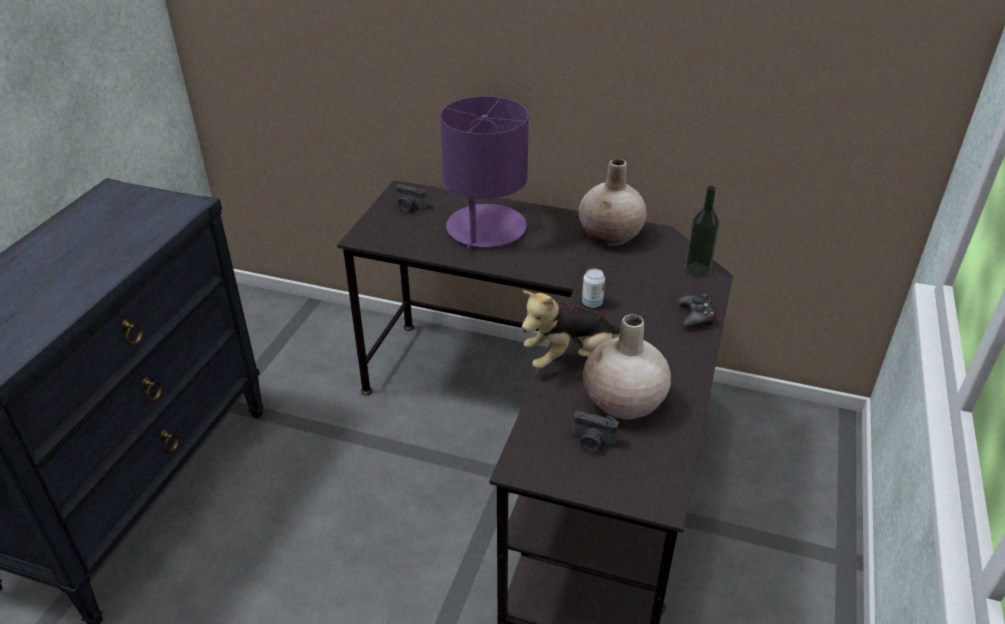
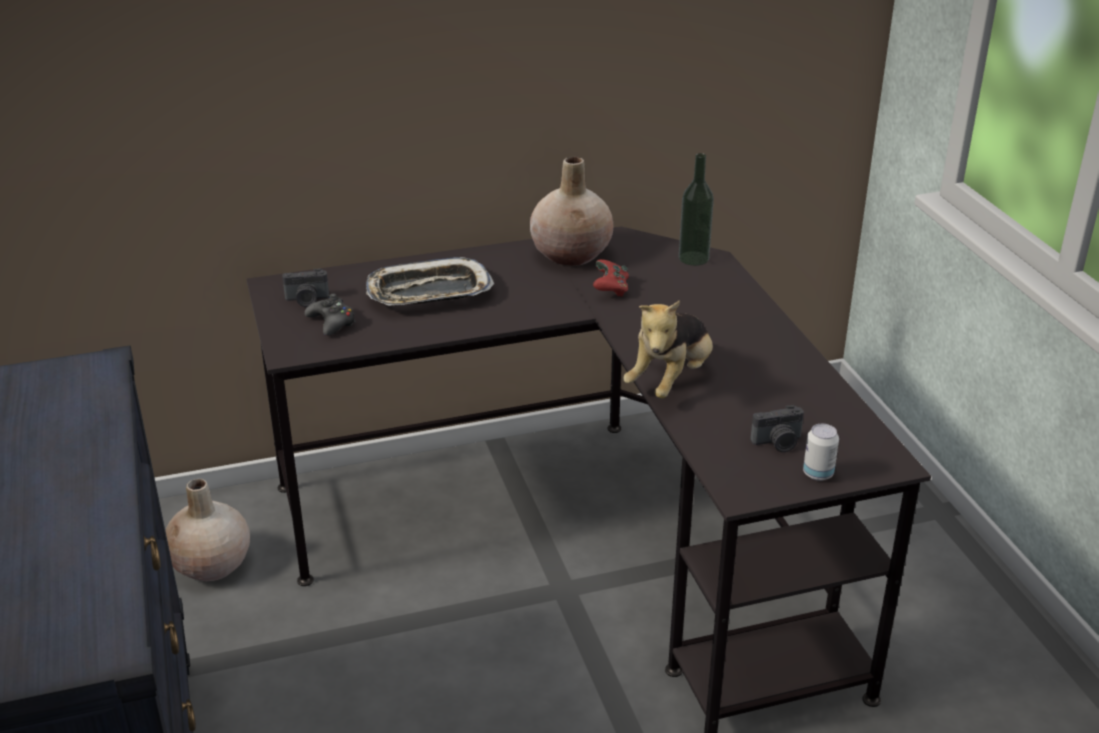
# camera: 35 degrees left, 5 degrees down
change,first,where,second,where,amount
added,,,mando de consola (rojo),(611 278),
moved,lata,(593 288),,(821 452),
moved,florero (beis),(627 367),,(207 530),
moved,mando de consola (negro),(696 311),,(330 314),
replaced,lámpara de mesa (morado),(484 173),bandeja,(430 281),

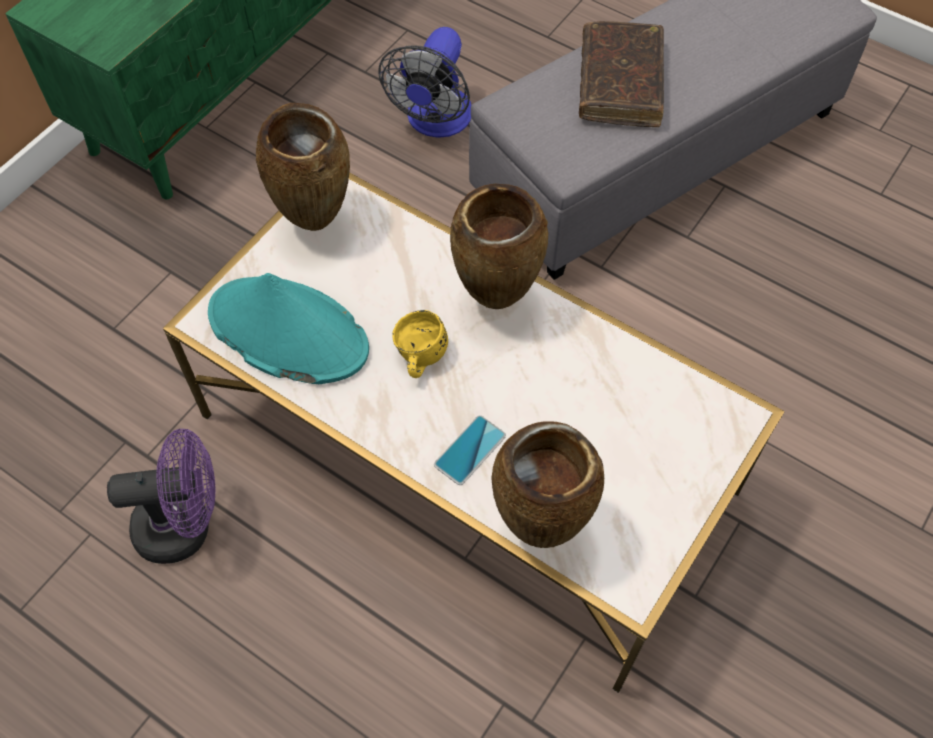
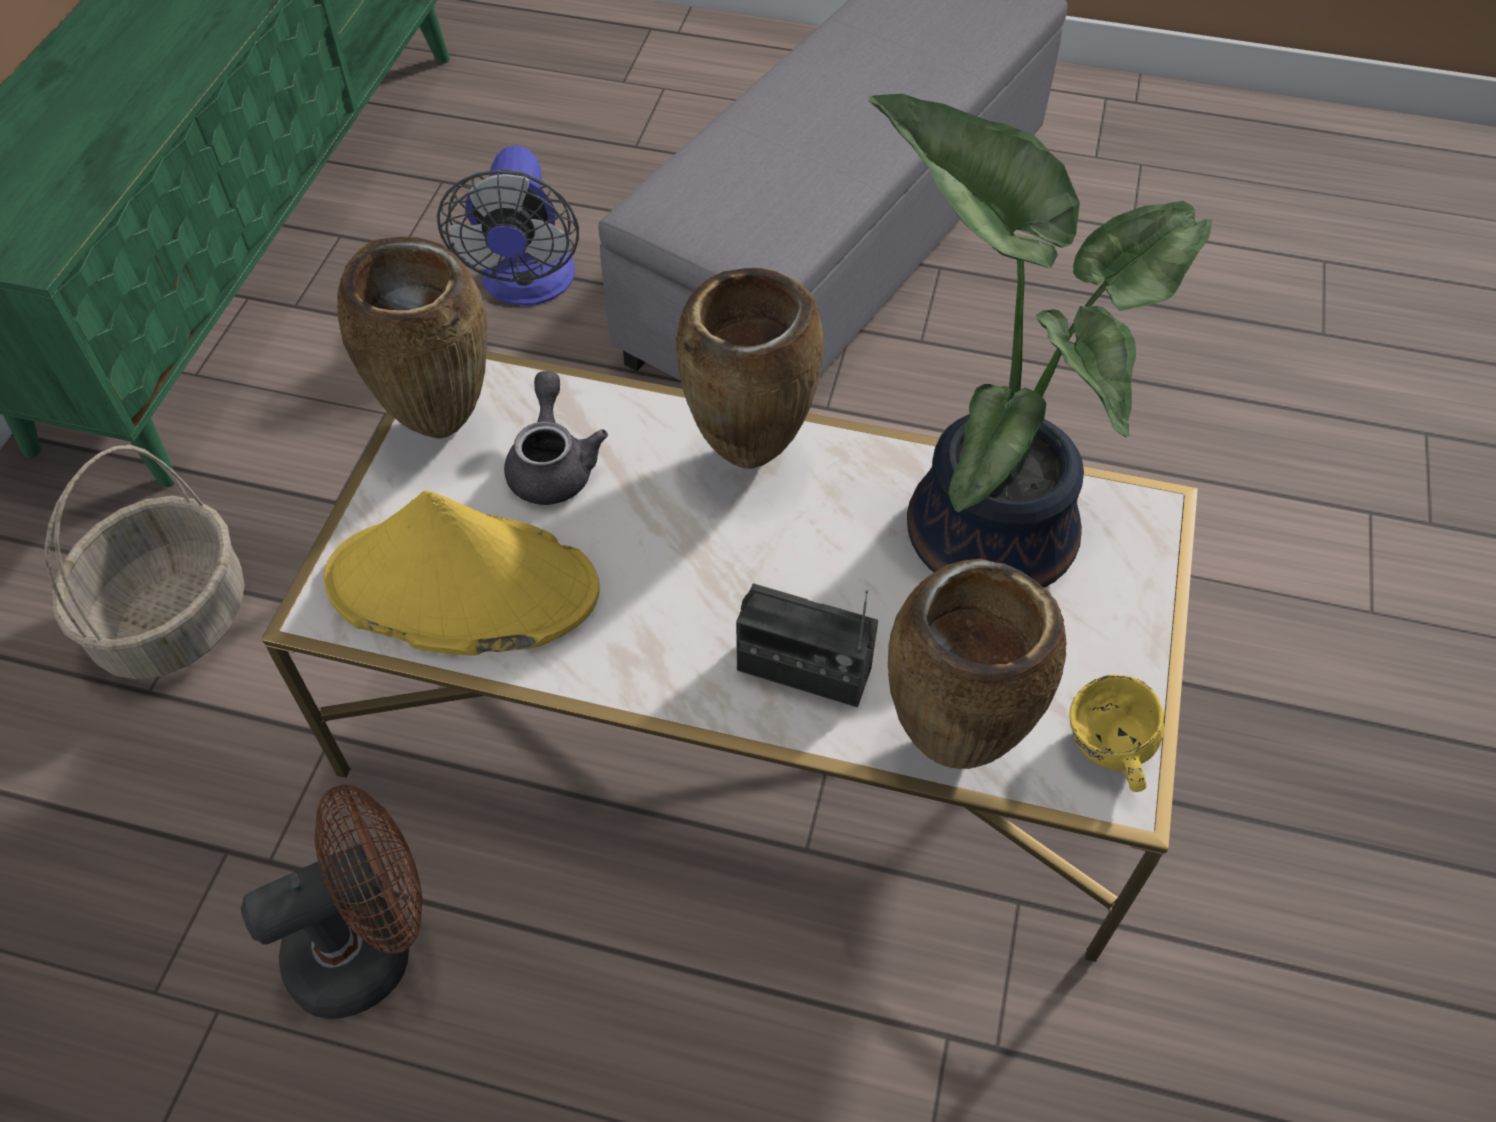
# camera: 20 degrees left, 5 degrees down
change,first,where,second,where,amount
removed,libro (marrón),(621 74),,,
added,,,cesta,(145 562),
added,,,tetera (gris),(556 438),
added,,,planta en maceta,(1040 341),
moved,taza grande (amarillo),(420 344),,(1116 733),
replaced,móvil,(470 450),radio,(807 645),
recoloured,ventilador (morado),(161 496),ventilador (marrón),(331 901),
recoloured,sombrero (turquesa),(288 328),sombrero (amarillo),(462 573),

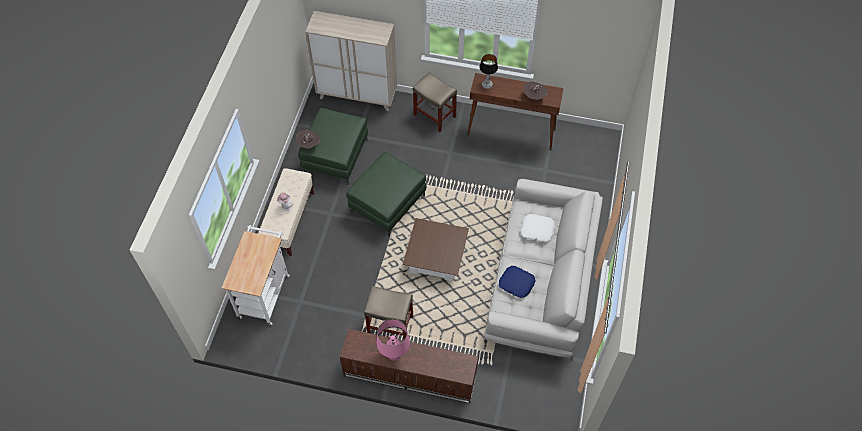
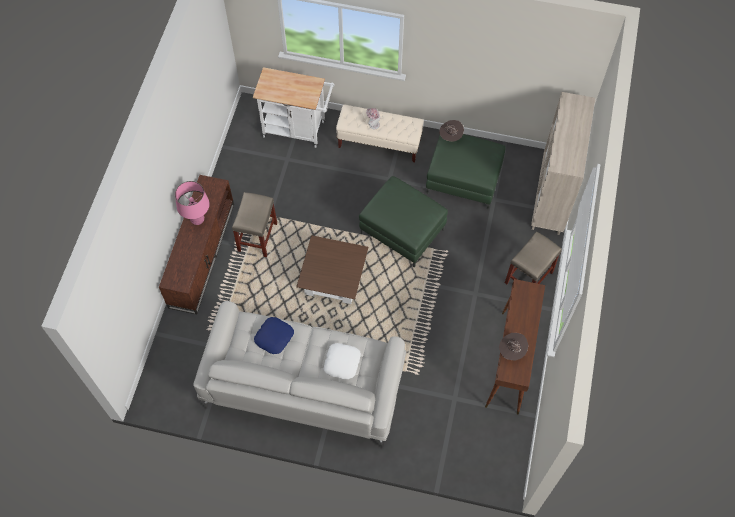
# camera: 90 degrees right, 5 degrees up
change,first,where,second,where,amount
removed,lámpara de mesa,(488 71),,,

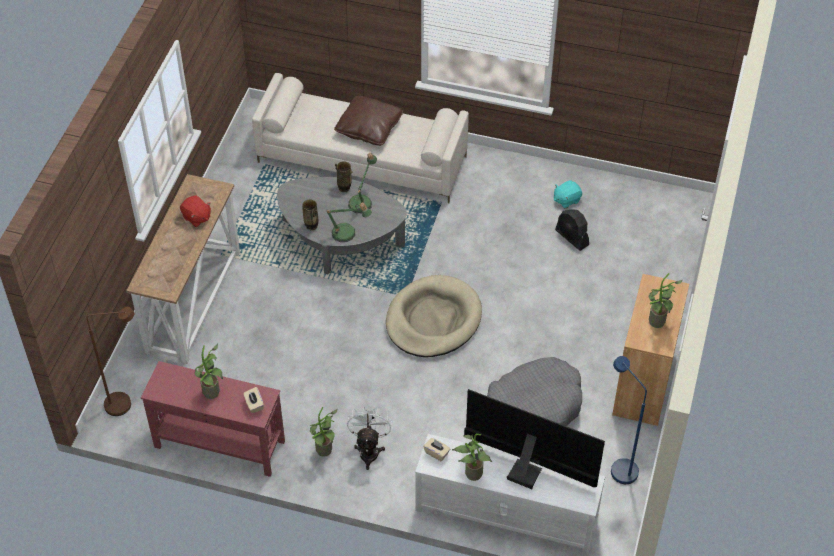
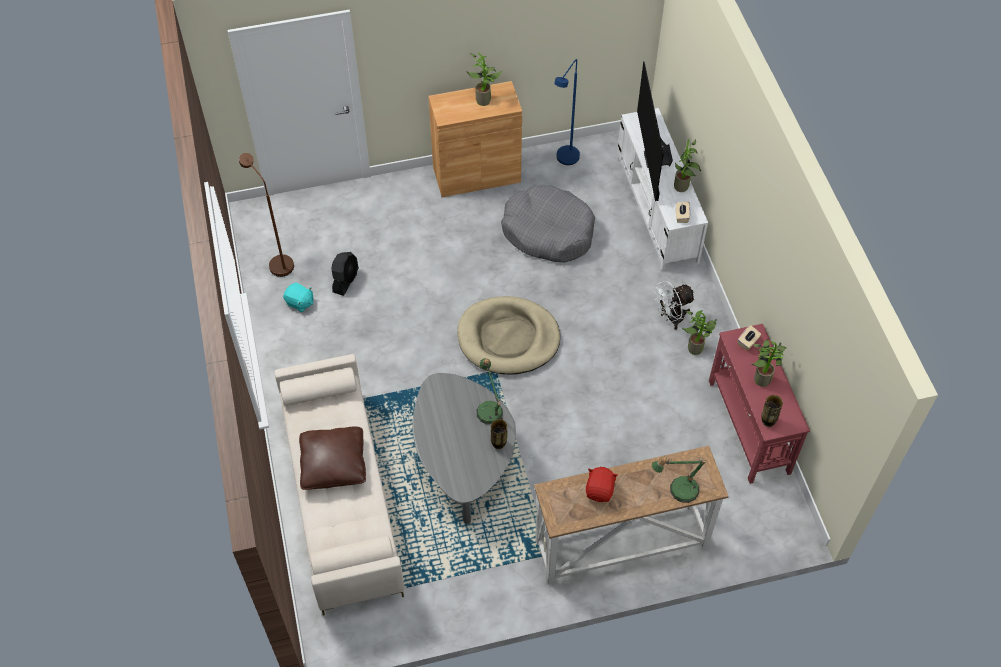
# camera: 120 degrees left, 5 degrees up
change,first,where,second,where,amount
moved,lámpara de pie (marrón),(110 361),,(266 215),
moved,florero,(343 177),,(772 411),
moved,lámpara de mesa,(362 183),,(679 479),

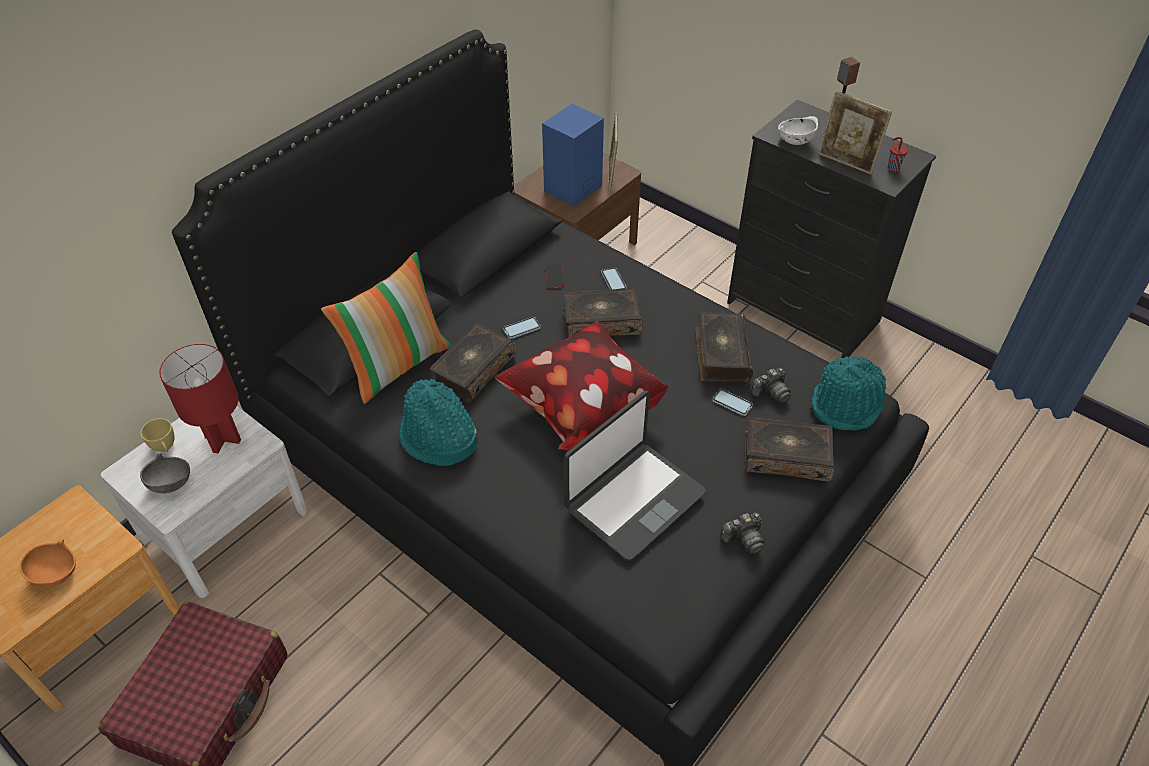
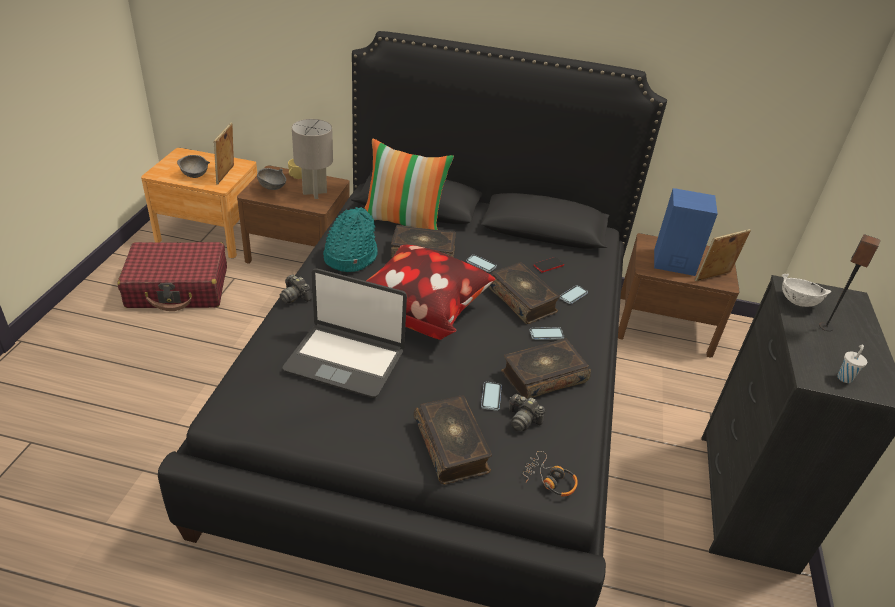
# camera: 60 degrees right, 10 degrees down
change,first,where,second,where,amount
added,,,móvil,(546 333),
moved,cámara,(742 533),,(296 289),
moved,portarretratos,(855 133),,(224 154),
replaced,sombrero (turquesa),(848 393),auriculares,(550 474),
recoloured,cuenco (naranja),(47 563),cuenco (gris),(193 166),
recoloured,mesita de noche (blanco),(204 502),mesita de noche (marrón),(293 215),
recoloured,lámpara de mesa (rojo),(200 398),lámpara de mesa (gris),(312 159),
recoloured,taza (rojo),(898 154),taza (blanco),(852 363),

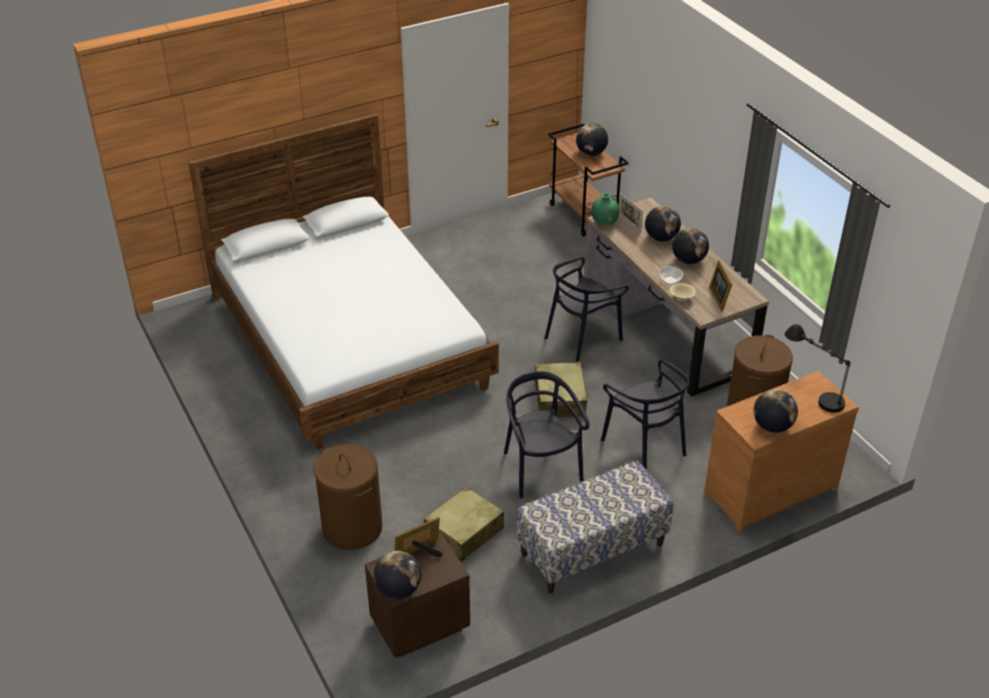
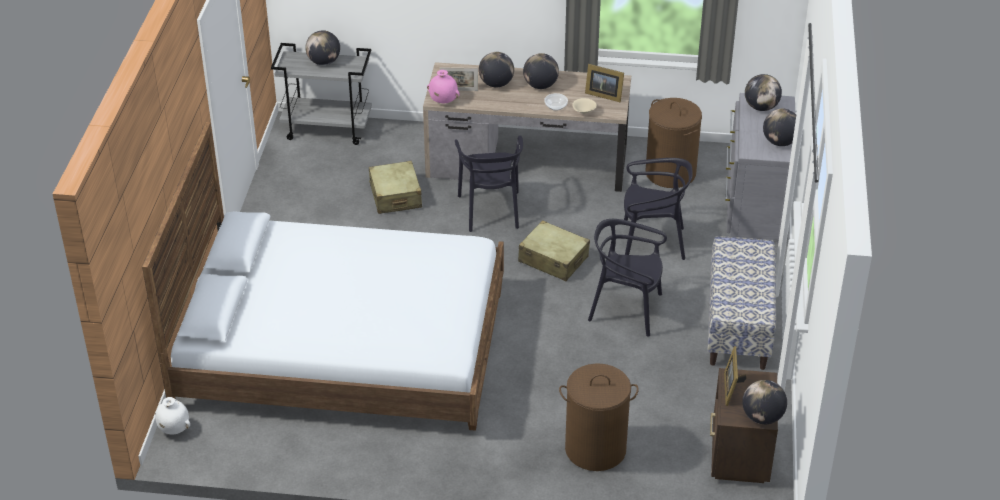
# camera: 55 degrees left, 0 degrees up
change,first,where,second,where,amount
added,,,florero (blanco),(172 416),
moved,maleta (beis),(464 524),,(395 187),
replaced,lámpara de mesa (negro),(818 368),globo terráqueo,(763 92),
recoloured,carrito (marrón),(588 180),carrito (gris),(321 94),
recoloured,florero (verde),(605 208),florero (rosa),(443 86),
recoloured,cómoda (marrón),(781 451),cómoda (gris),(760 168),

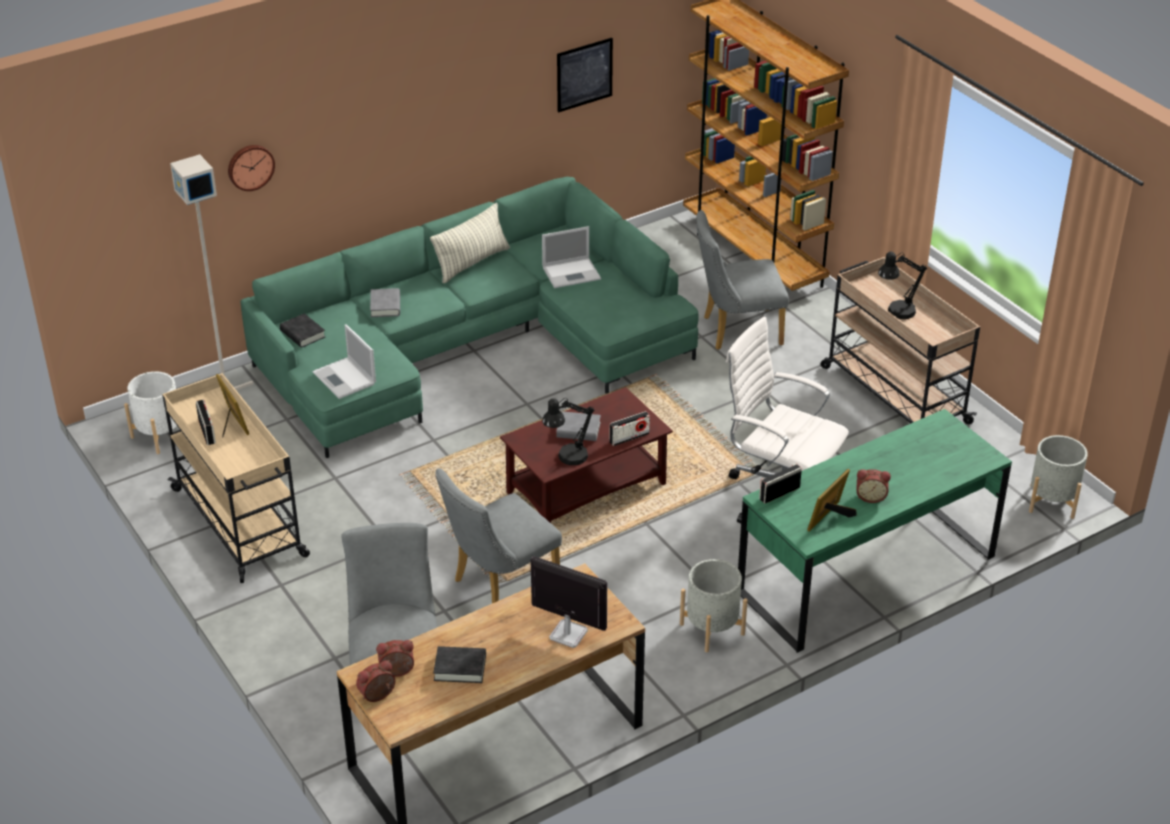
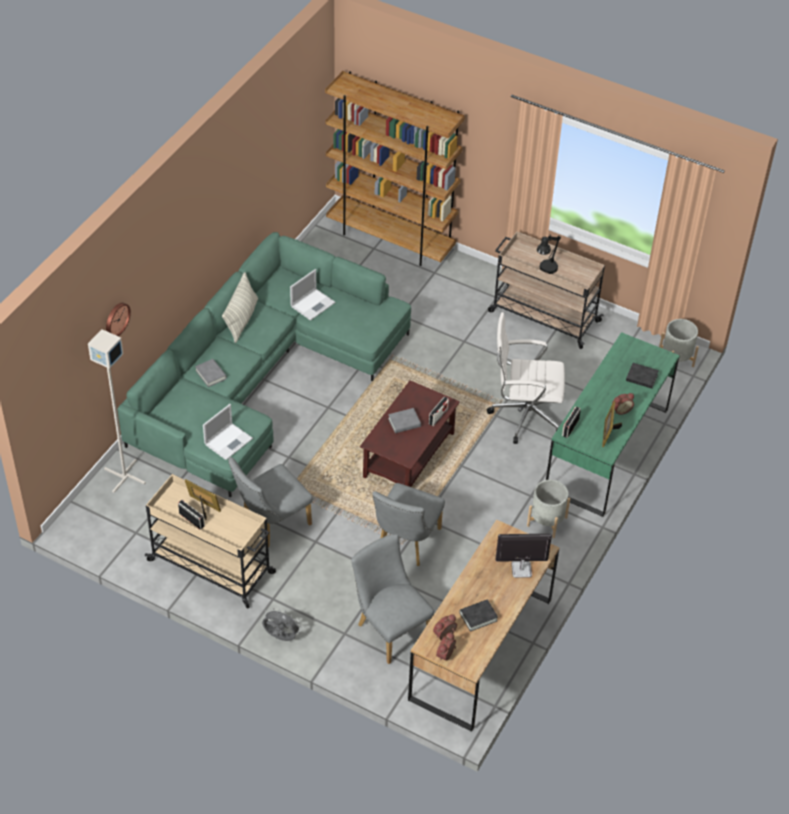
# camera: 30 degrees left, 10 degrees up
change,first,where,second,where,amount
removed,maceta (blanco),(150 412),,,
removed,lámpara de mesa (negro),(568 431),,,
removed,cuadro,(585 75),,,
added,,,ventilador (gris),(282 624),
moved,libro (negro),(302 330),,(642 376),
moved,silla (gris),(742 280),,(270 502),
turned,portátil,(344 361),,(228 432),75 degrees counterclockwise

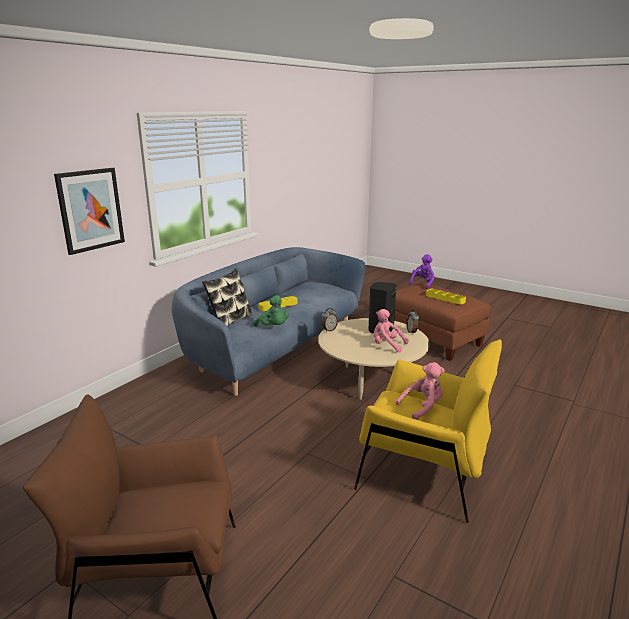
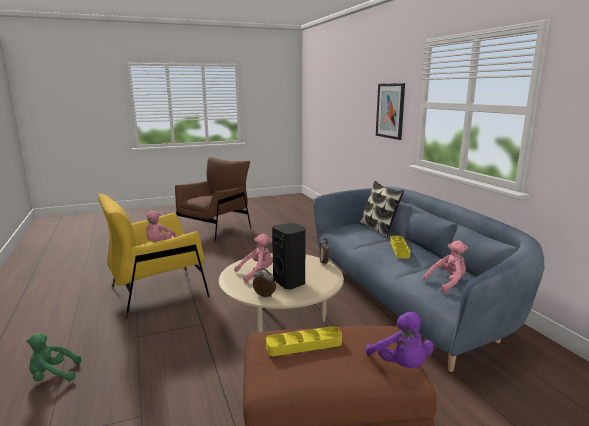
# camera: 125 degrees right, 5 degrees down
change,first,where,second,where,amount
added,,,peluche (rosa),(445 266),
moved,peluche (verde),(271 311),,(53 357),

